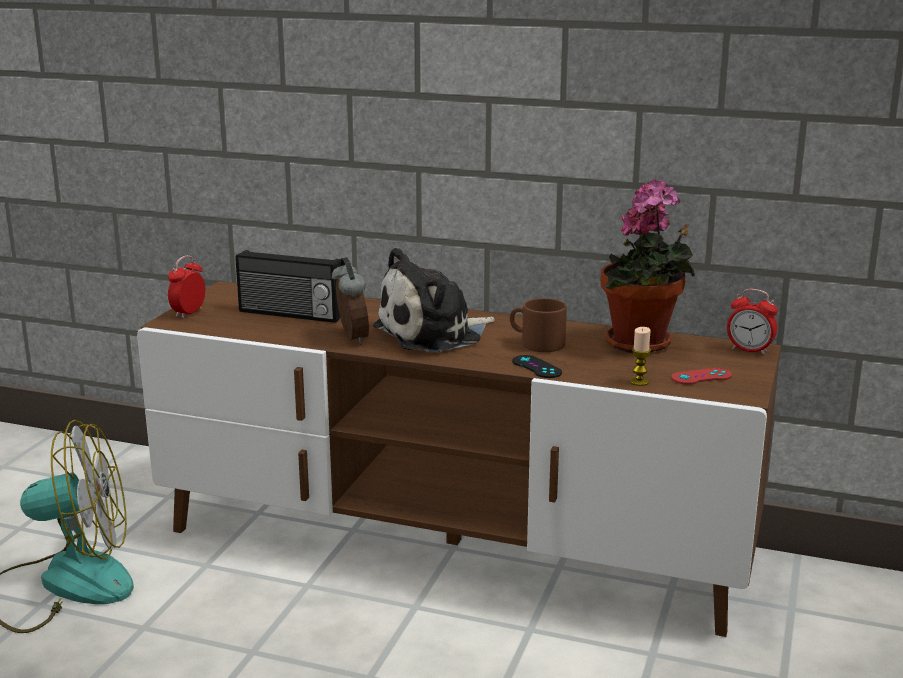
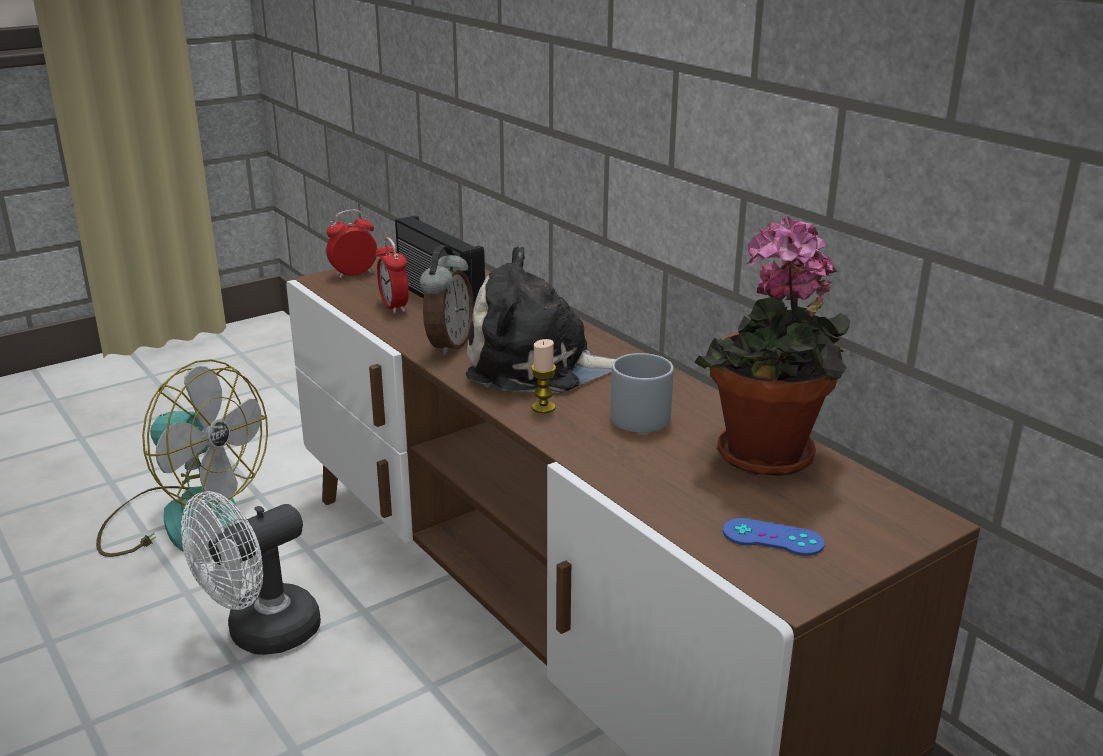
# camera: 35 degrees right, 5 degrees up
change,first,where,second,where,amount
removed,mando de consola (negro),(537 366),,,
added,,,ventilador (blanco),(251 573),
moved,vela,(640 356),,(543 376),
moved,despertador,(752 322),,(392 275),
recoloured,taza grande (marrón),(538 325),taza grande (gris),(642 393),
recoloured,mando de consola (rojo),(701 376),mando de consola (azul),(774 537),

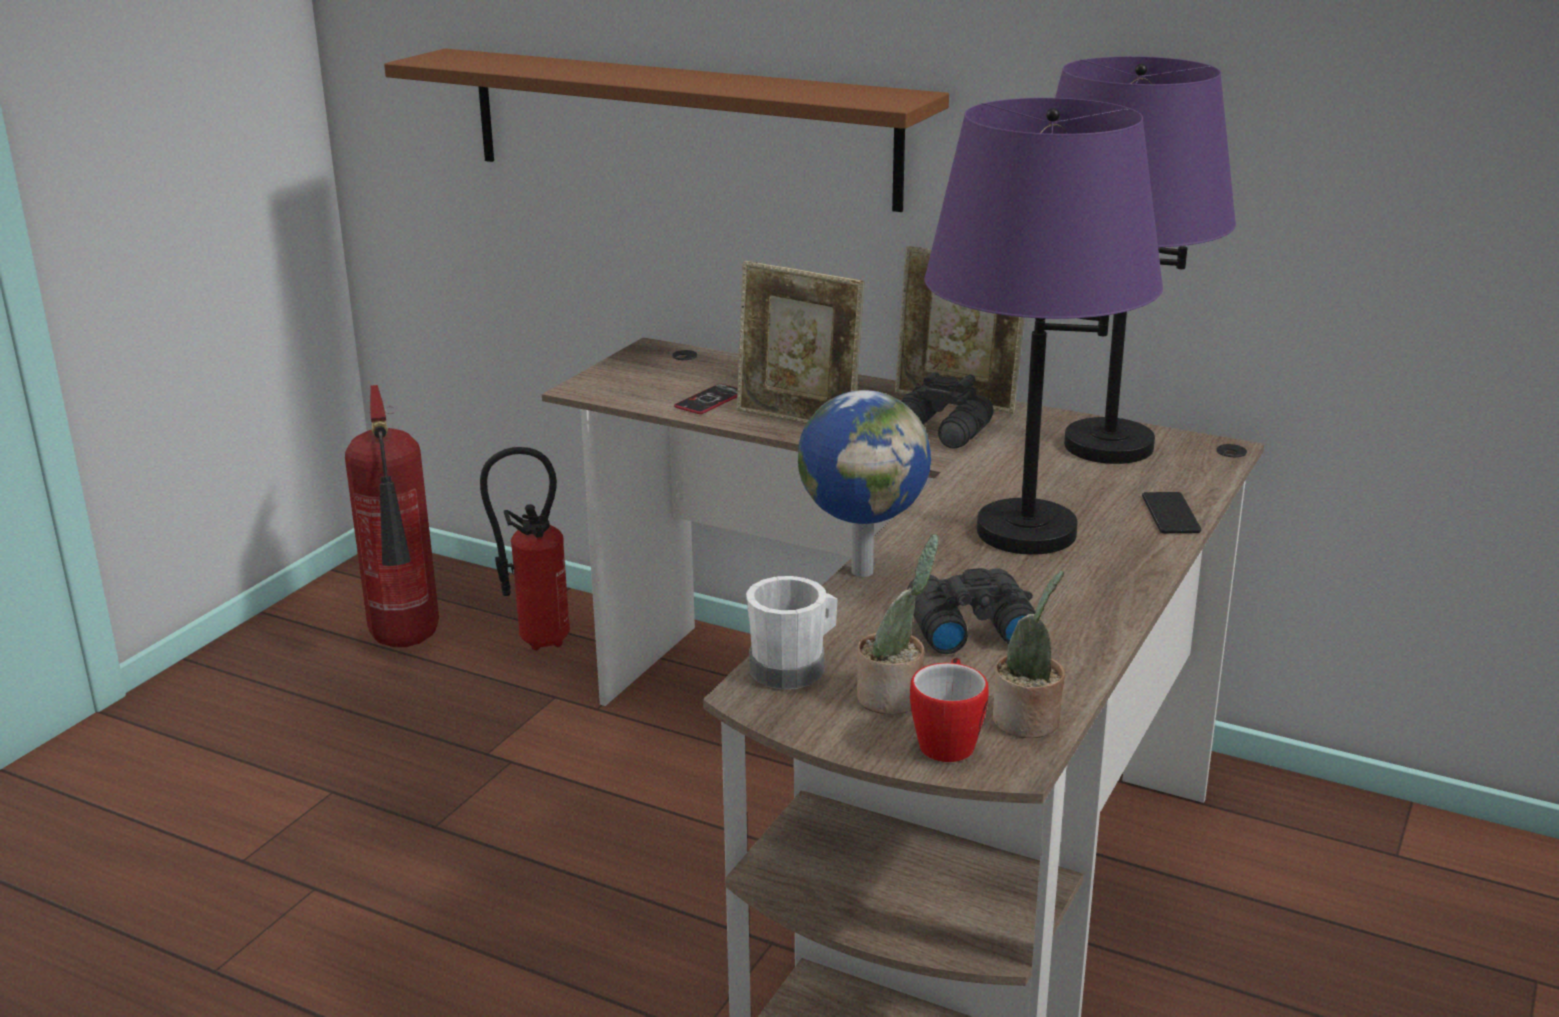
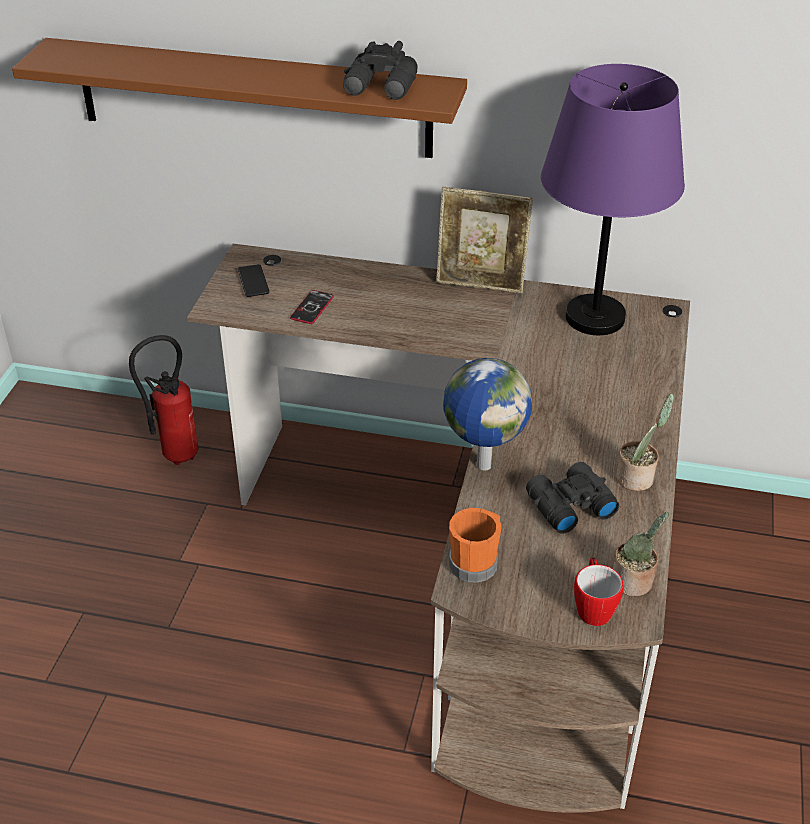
# camera: 15 degrees left, 15 degrees up
change,first,where,second,where,amount
removed,extintor,(392 516),,,
removed,portarretratos,(801 342),,,
removed,lámpara de mesa (morado),(1043 326),,,
moved,planta en maceta,(898 624),,(645 442),
moved,prismáticos (negro),(947 410),,(380 70),
moved,móvil,(1171 512),,(254 280),
recoloured,taza grande (blanco),(792 632),taza grande (naranja),(475 545),

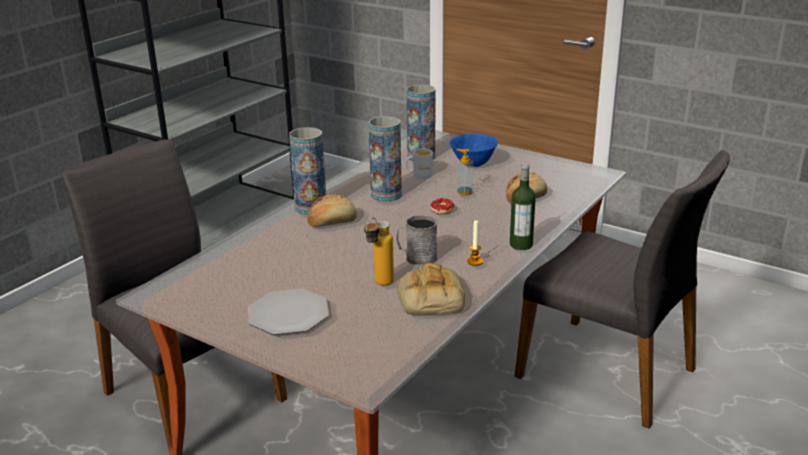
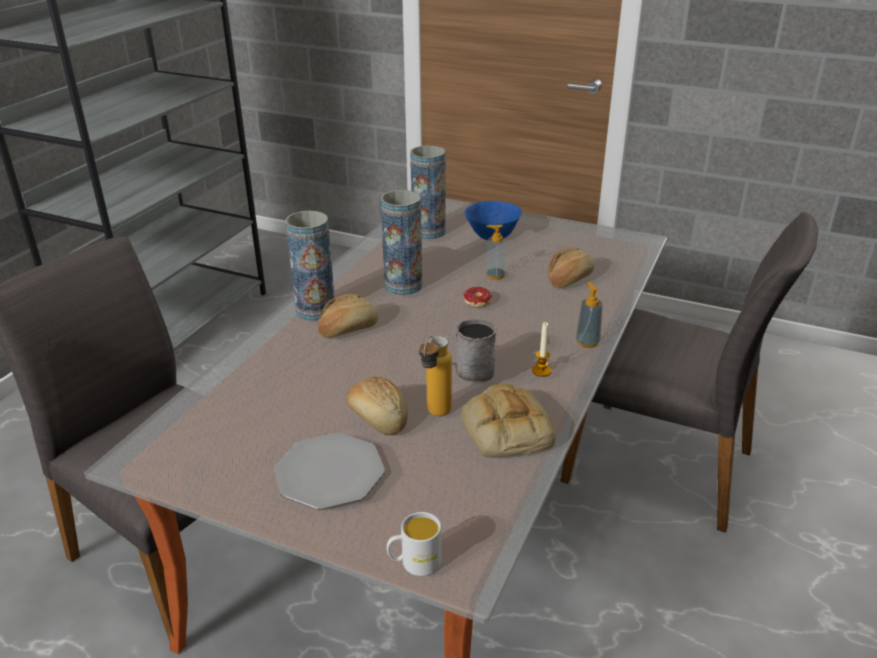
# camera: 10 degrees left, 5 degrees up
change,first,where,second,where,amount
added,,,pan,(377 406),
moved,taza grande (blanco),(419 164),,(414 544),
replaced,botella,(523 206),dispensador de jabón,(589 315),

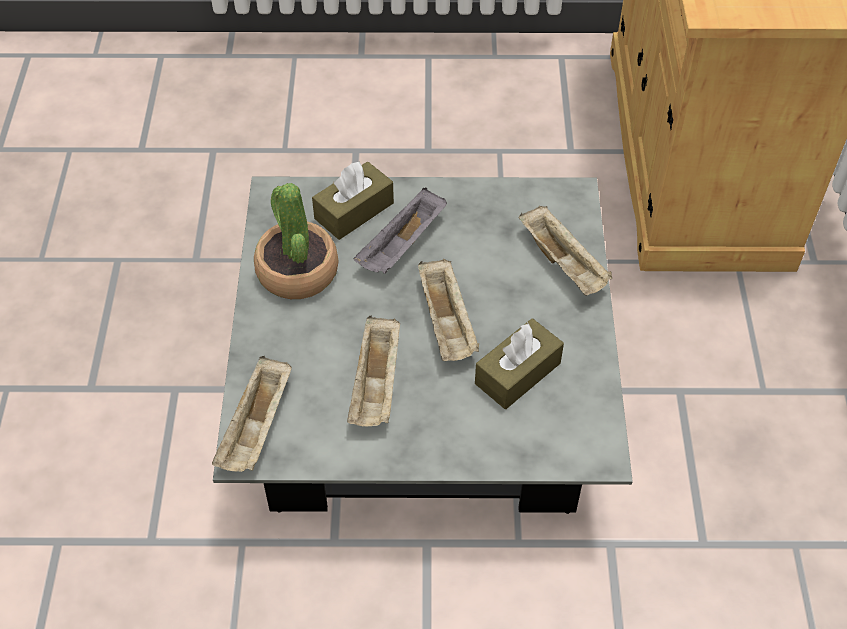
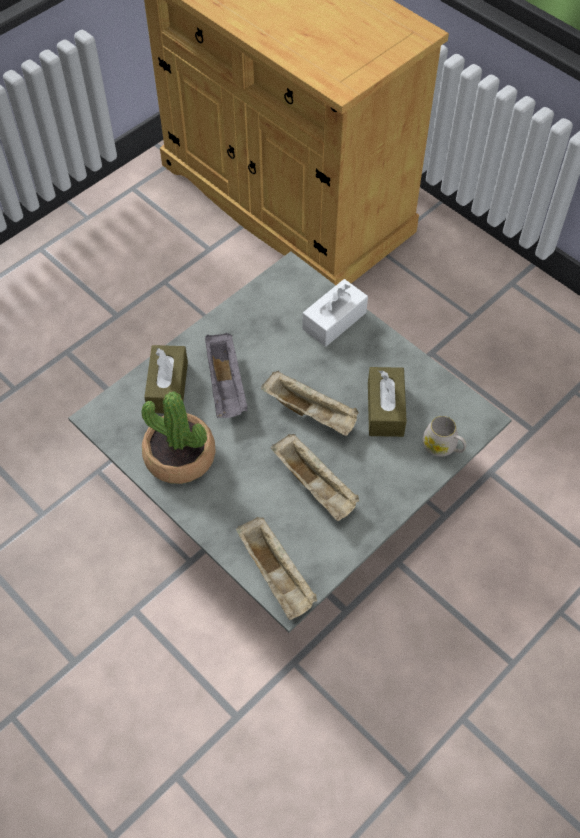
# camera: 45 degrees left, 5 degrees up
change,first,where,second,where,amount
added,,,taza grande (blanco),(444 436),
replaced,bandeja (beis),(565 251),caja de pañuelos (blanco),(335 313),

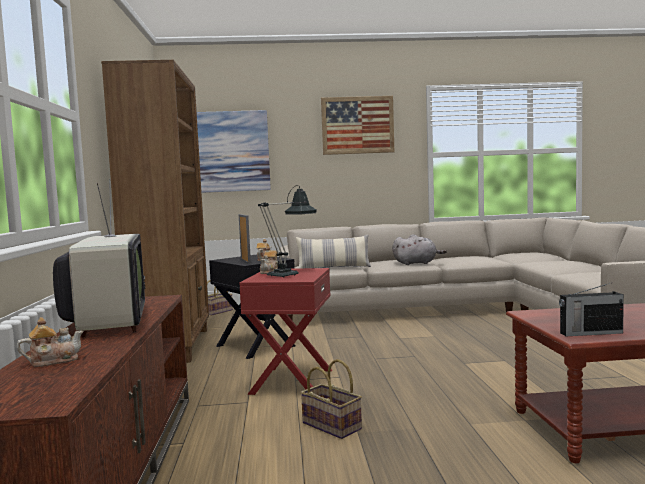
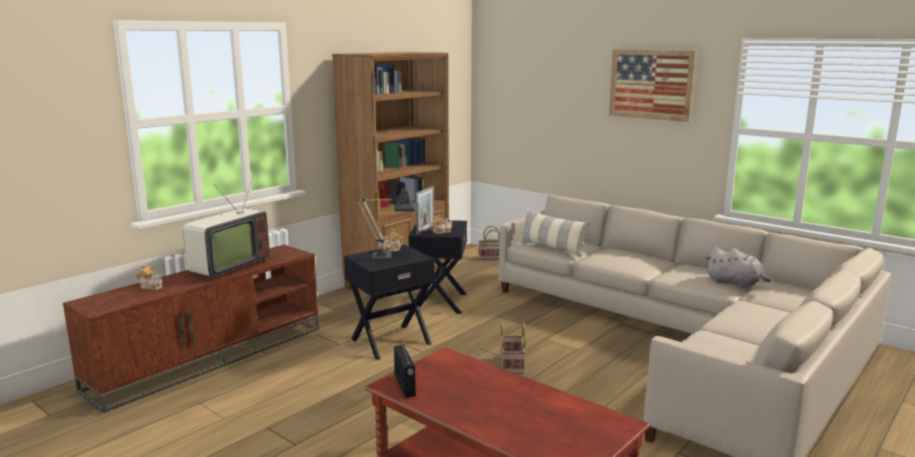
# camera: 45 degrees right, 10 degrees up
change,first,where,second,where,amount
removed,cuadro,(234 151),,,
moved,cesta,(331 399),,(513 347),
moved,peluche (gris),(419 249),,(738 267),
recoloured,mesa auxiliar (rojo),(285 331),mesa auxiliar (negro),(389 302),
turned,radio,(591 309),,(405 368),150 degrees counterclockwise

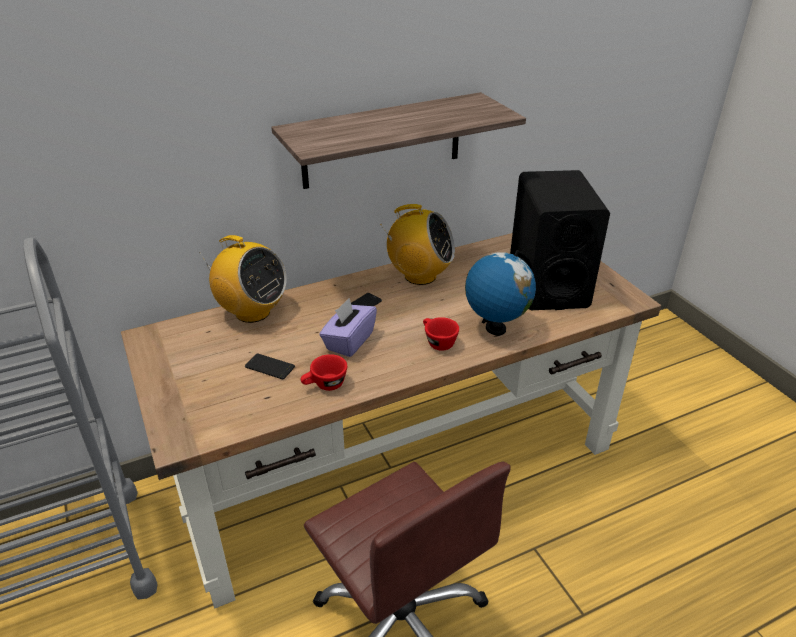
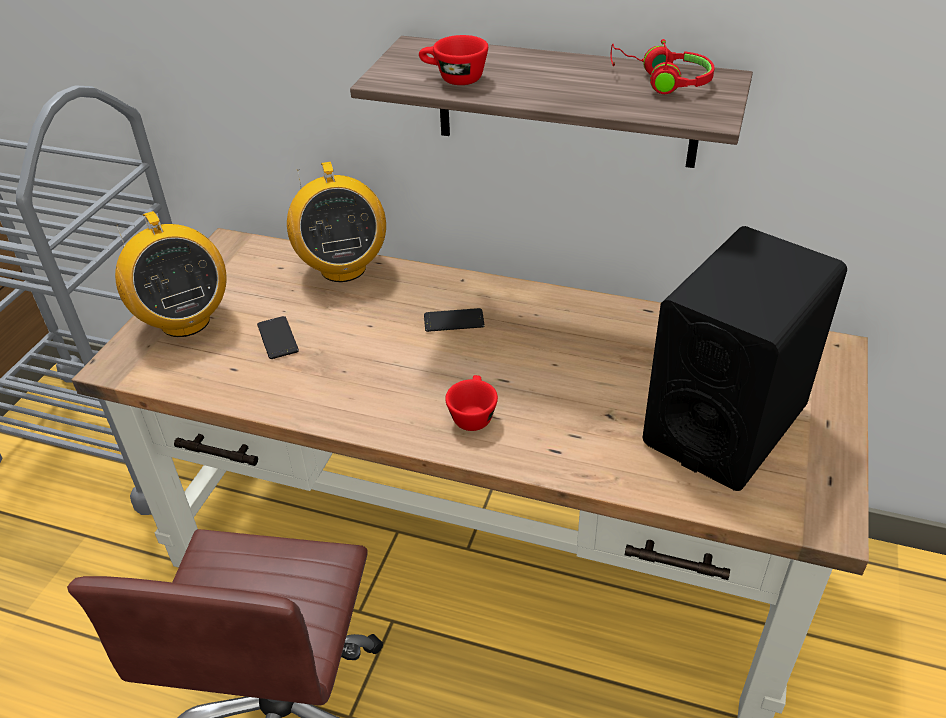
# camera: 45 degrees right, 5 degrees up
change,first,where,second,where,amount
removed,caja de pañuelos (morado),(348 327),,,
removed,globo terráqueo,(500 292),,,
added,,,auriculares (rojo),(662 66),
moved,taza (rojo),(324 372),,(453 60),
moved,radio,(417 244),,(171 274),

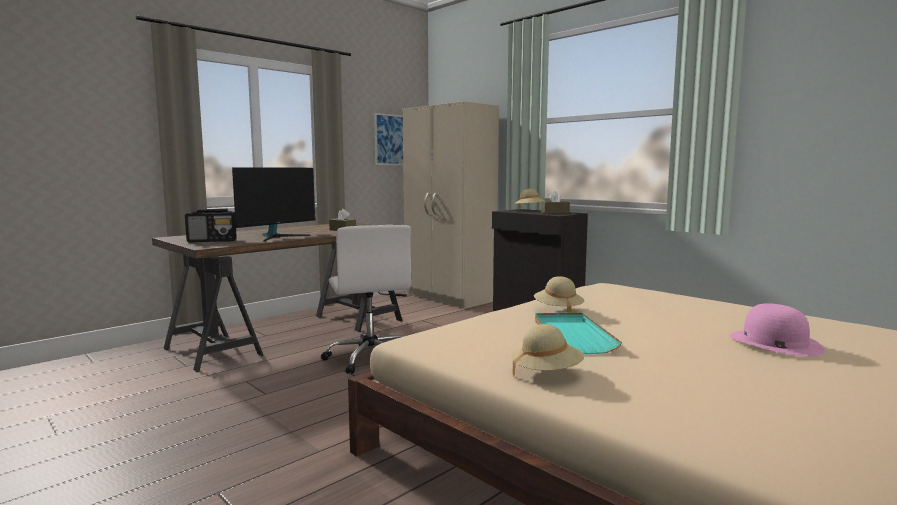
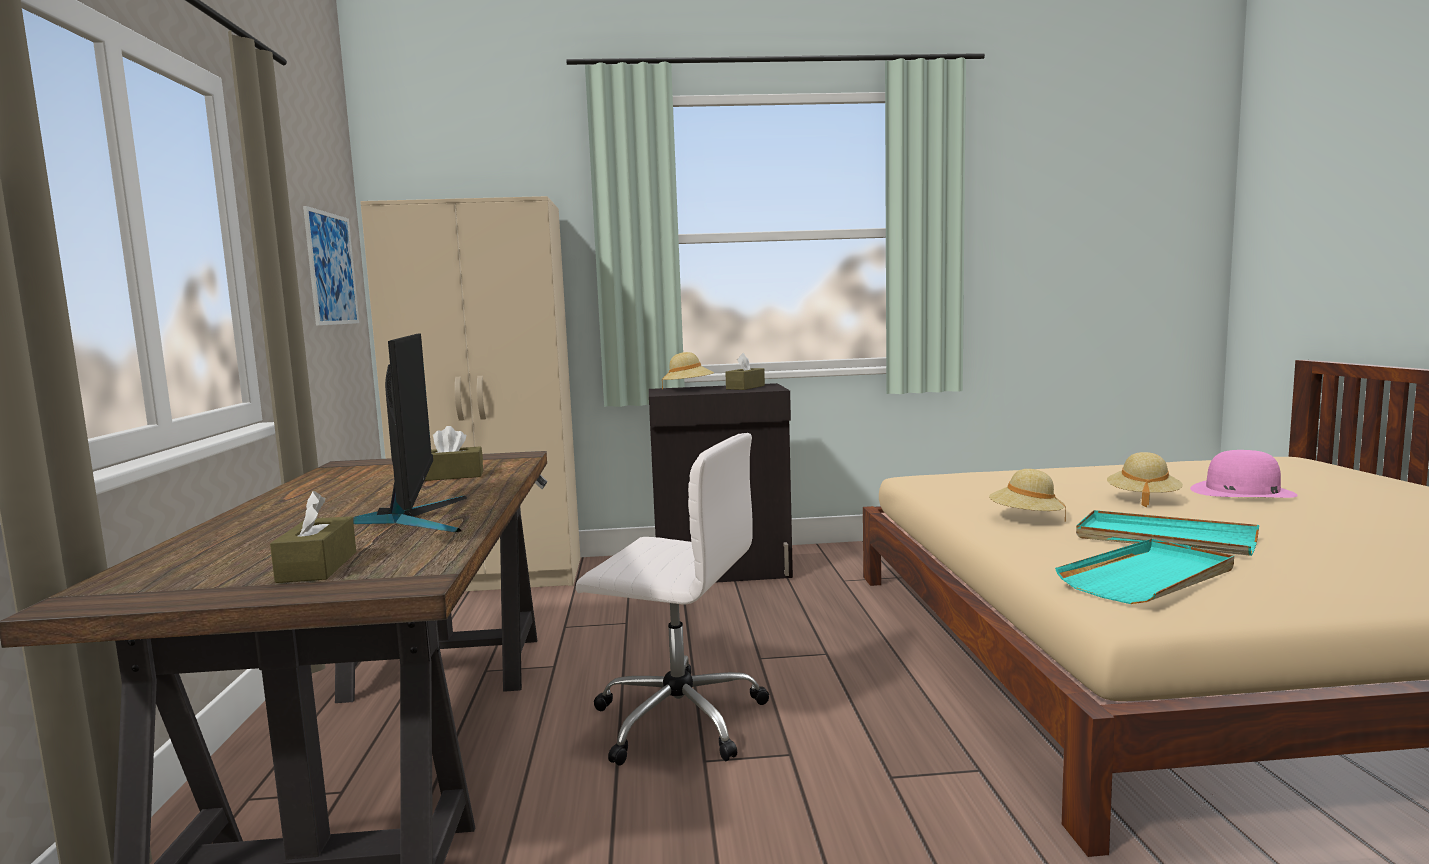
# camera: 50 degrees left, 0 degrees up
change,first,where,second,where,amount
added,,,bandeja (turquesa),(1144 571),
moved,sombrero (beis),(547 350),,(1145 479),
replaced,radio,(211 226),caja de pañuelos (marrón),(313 537),

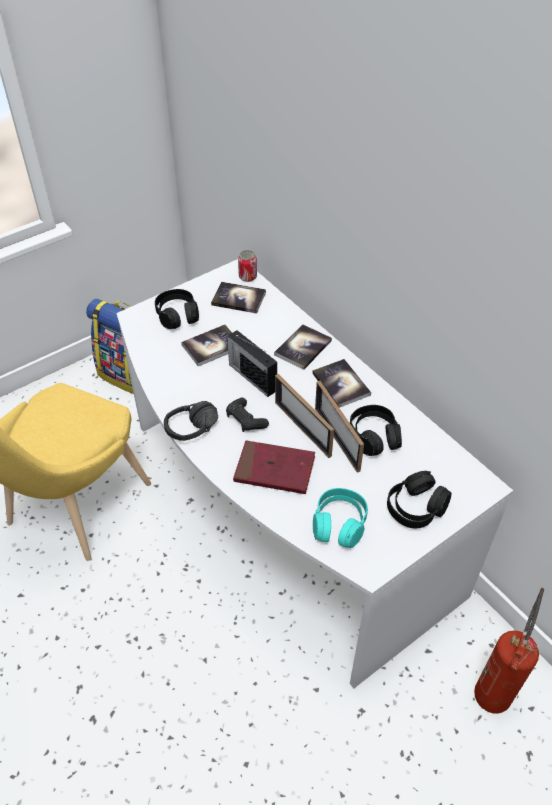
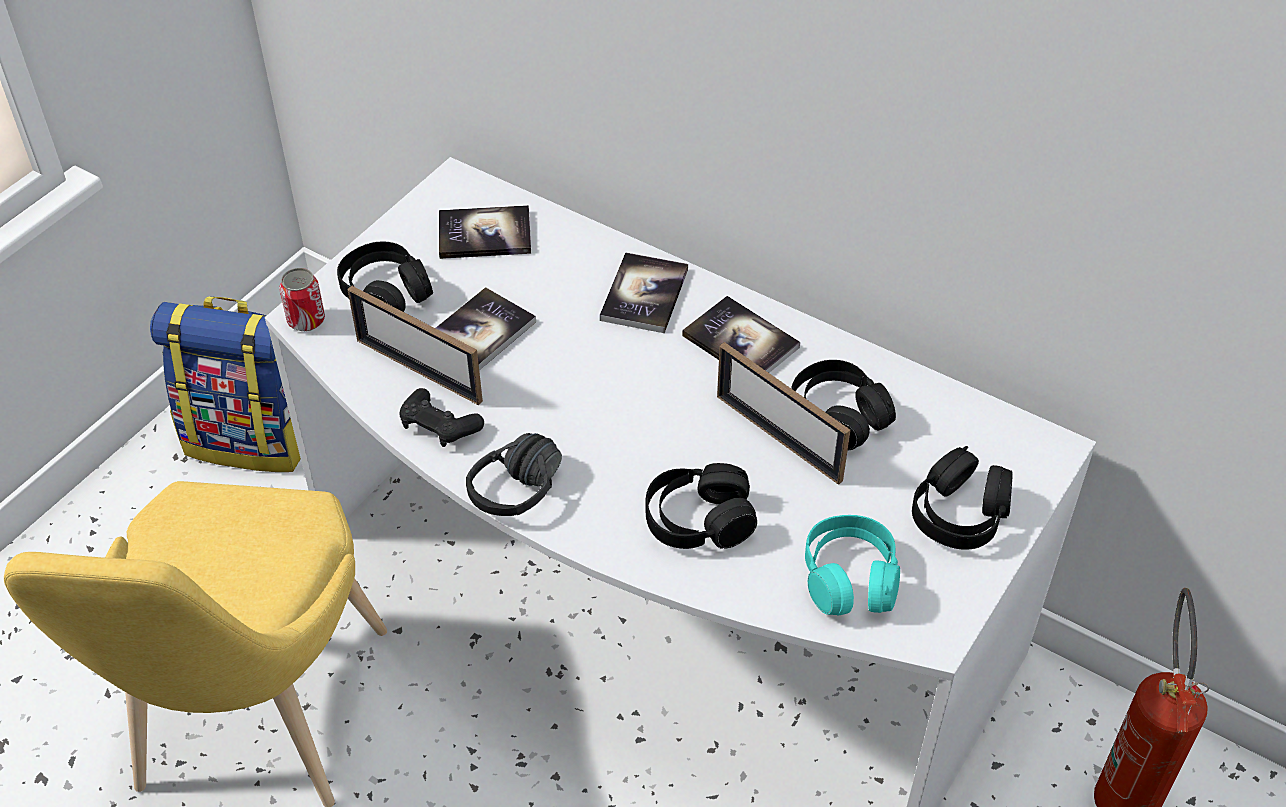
# camera: 20 degrees left, 0 degrees up
change,first,where,second,where,amount
removed,radio,(252 363),,,
moved,mando de consola (negro),(247 415),,(442 417),
moved,lata,(247 266),,(302 299),
moved,portarretratos,(304 416),,(415 345),
replaced,libro (rojo),(274 467),auriculares (negro),(701 506),

